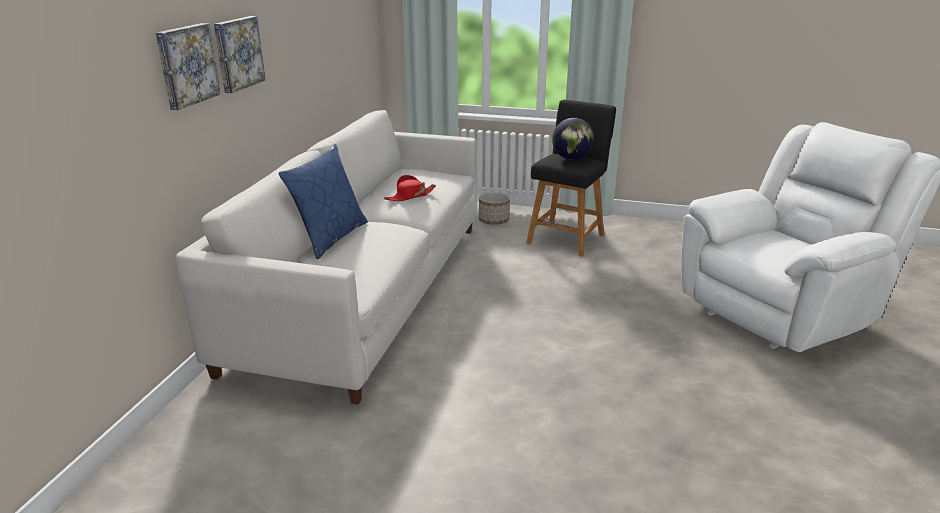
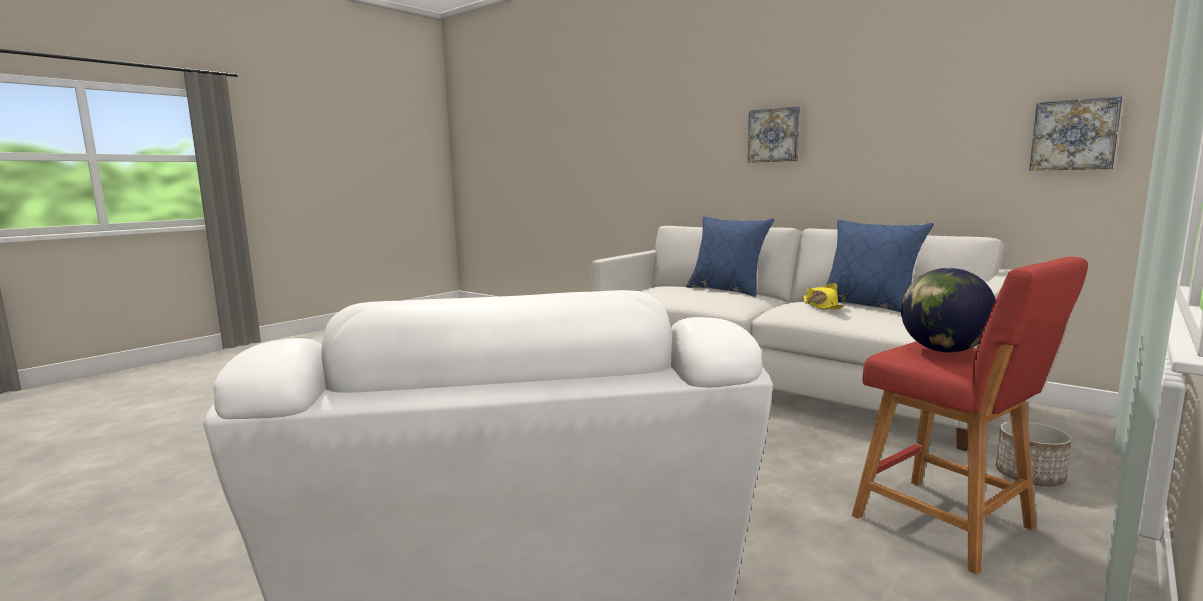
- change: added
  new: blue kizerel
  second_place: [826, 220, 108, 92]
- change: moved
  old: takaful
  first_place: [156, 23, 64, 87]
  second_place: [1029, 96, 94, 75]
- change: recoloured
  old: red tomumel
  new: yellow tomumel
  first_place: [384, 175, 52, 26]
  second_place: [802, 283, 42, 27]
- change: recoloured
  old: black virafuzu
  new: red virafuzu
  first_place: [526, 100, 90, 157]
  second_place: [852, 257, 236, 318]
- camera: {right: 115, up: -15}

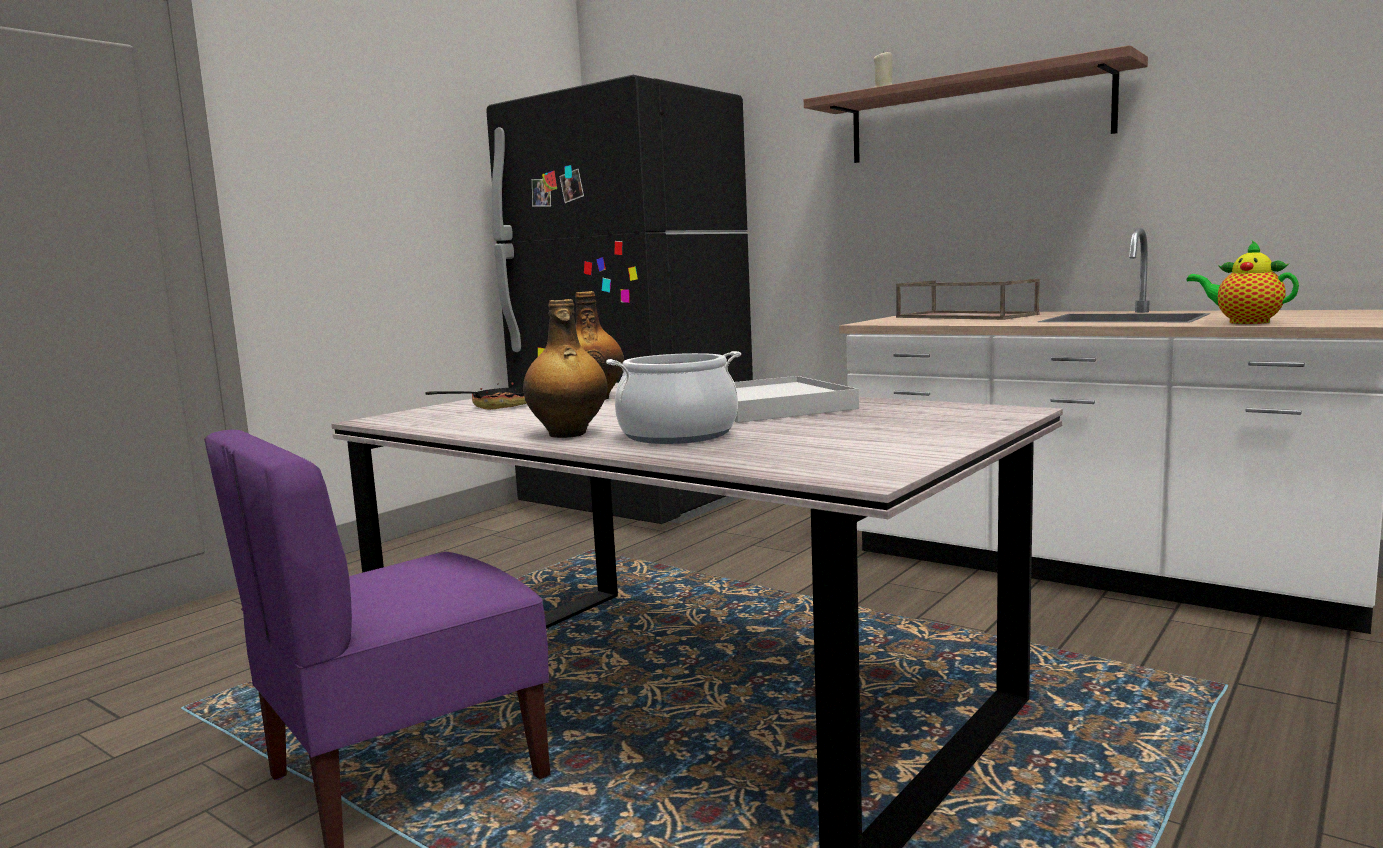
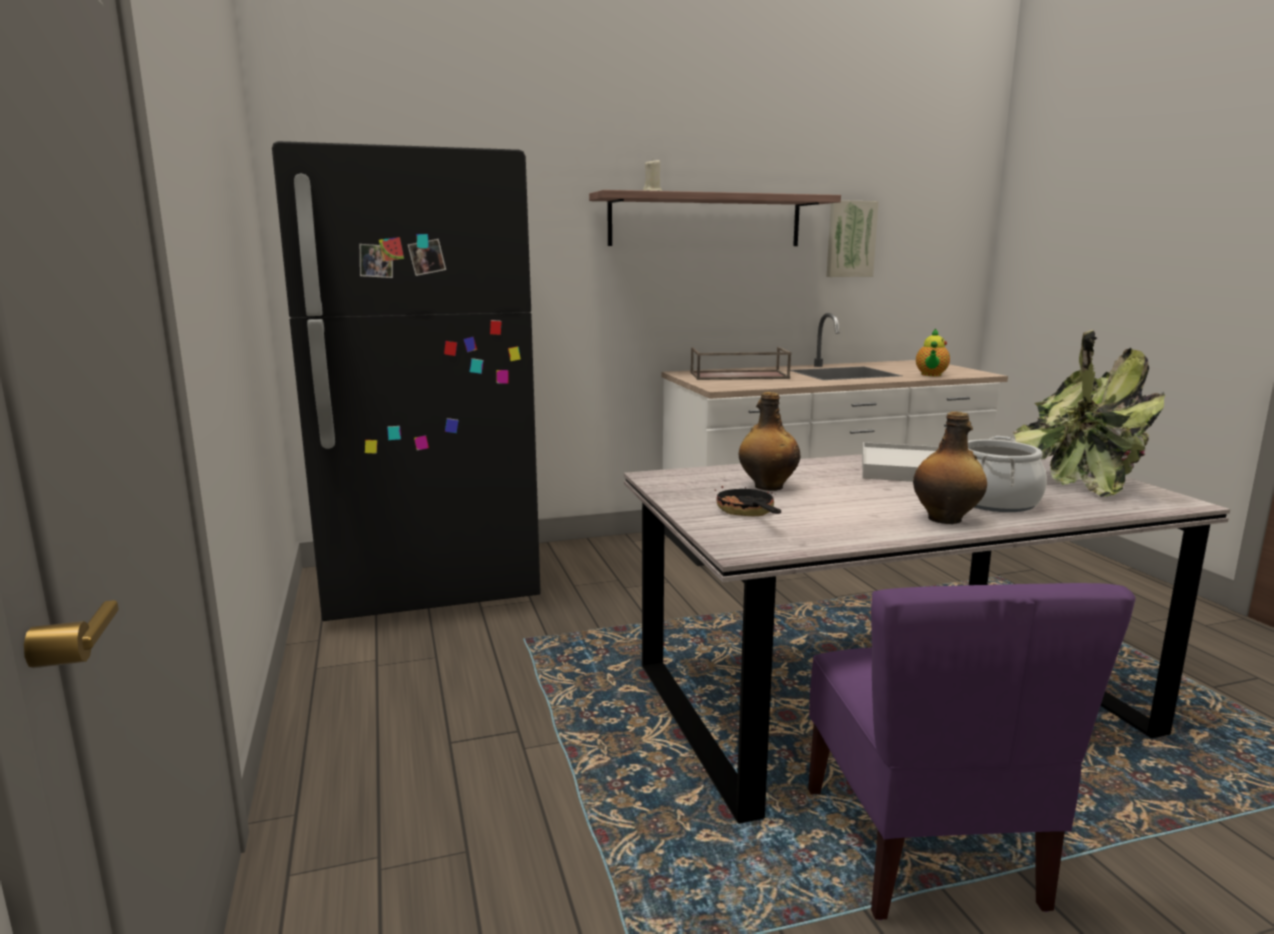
- change: added
  new: takaful
  second_place: [827, 200, 52, 77]
- change: added
  new: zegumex
  second_place: [1013, 330, 152, 167]
- change: turned
  old: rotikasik
  first_place: [1187, 240, 112, 84]
  second_place: [916, 328, 34, 48]
  degrees: -60
- camera: {right: -55, up: 5}

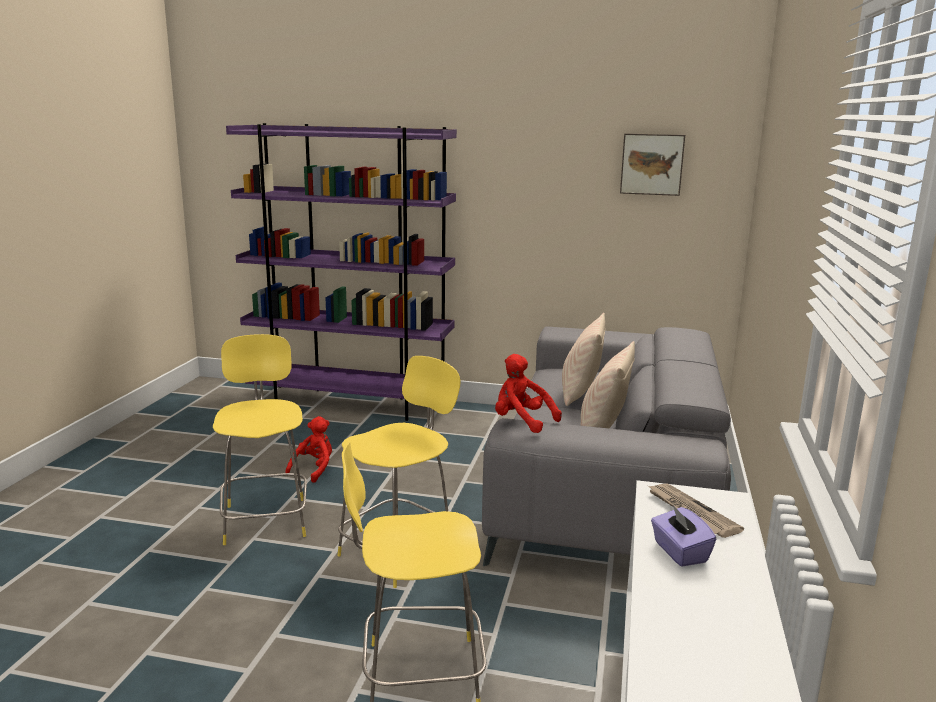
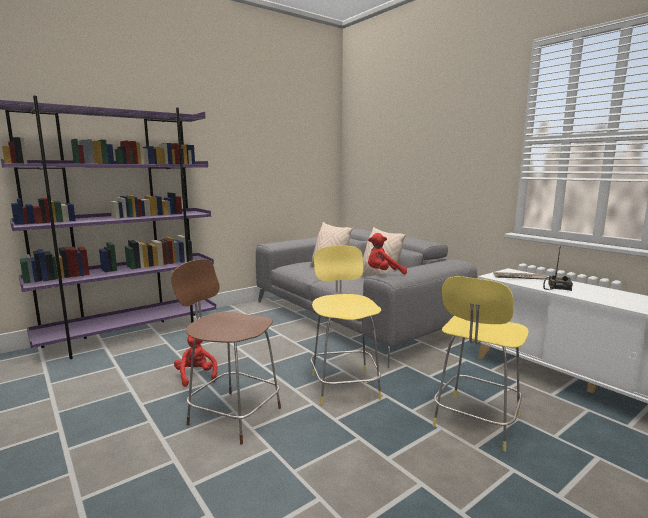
- change: removed
  old: takaful
  first_place: [620, 133, 65, 63]
- change: replaced
  old: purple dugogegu
  new: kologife
  first_place: [651, 505, 65, 62]
  second_place: [543, 245, 30, 46]
- change: recoloured
  old: yellow virafuzu
  new: brown virafuzu
  first_place: [213, 334, 94, 211]
  second_place: [171, 259, 110, 186]
- camera: {right: -50, up: -5}

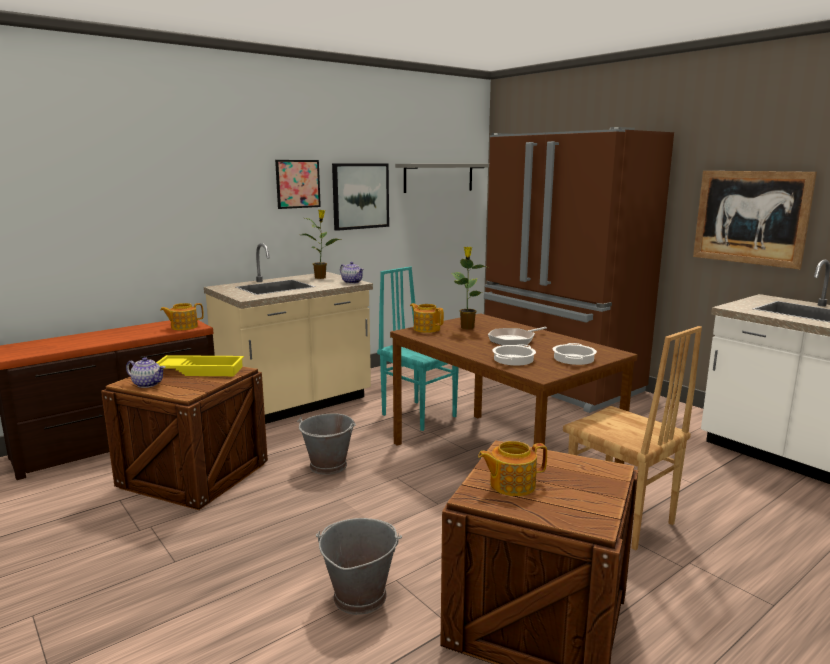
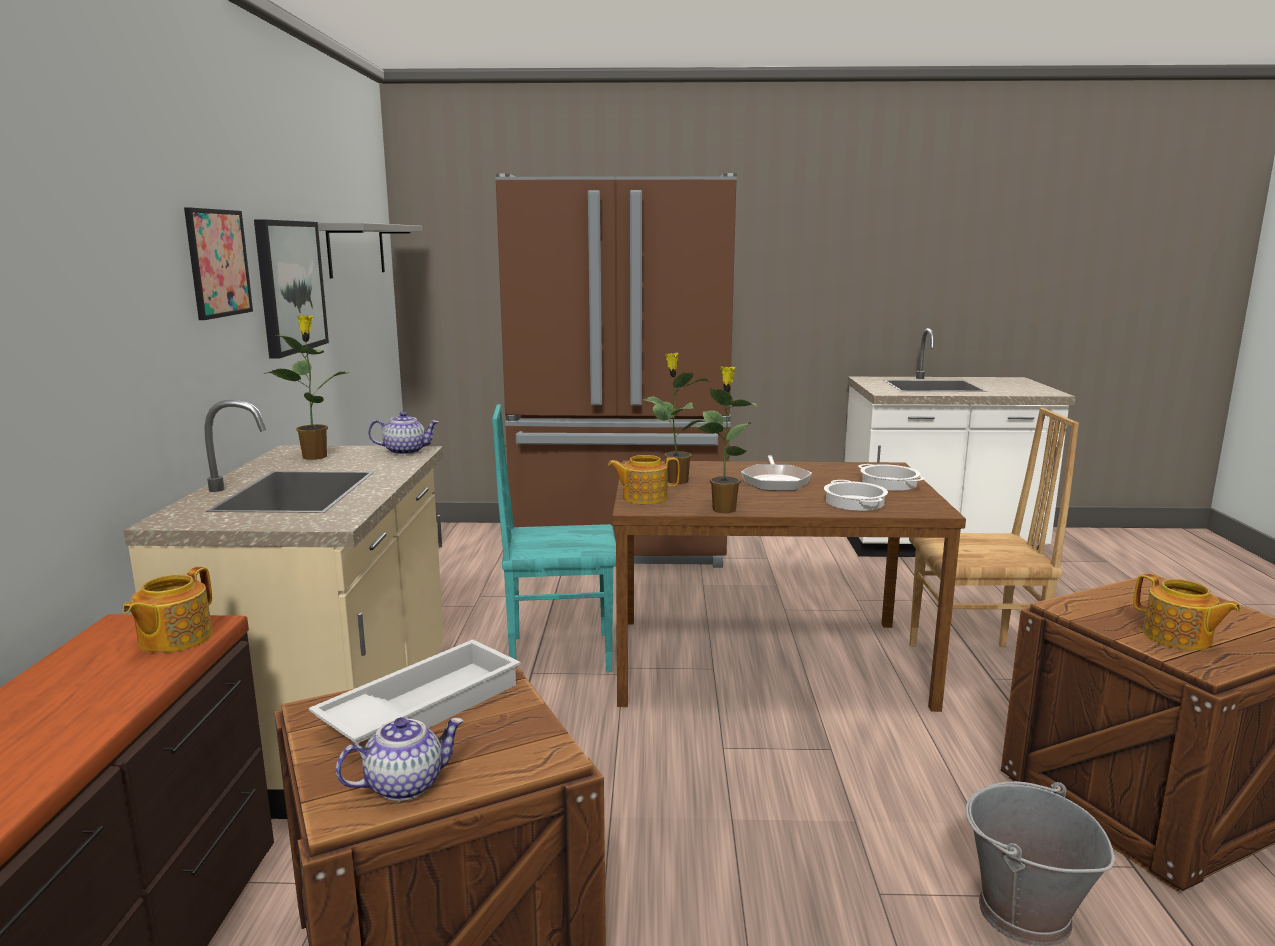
- change: removed
  old: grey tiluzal
  first_place: [297, 413, 59, 62]
- change: removed
  old: takaful
  first_place: [693, 171, 124, 98]
- change: added
  new: zegumex
  second_place: [697, 366, 60, 147]
- change: recoloured
  old: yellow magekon
  new: white magekon
  first_place: [156, 355, 88, 21]
  second_place: [309, 639, 212, 105]
- change: turned
  old: rotikasik
  first_place: [478, 441, 69, 55]
  second_place: [1133, 573, 108, 77]
  degrees: -60
- camera: {right: -50, up: 0}

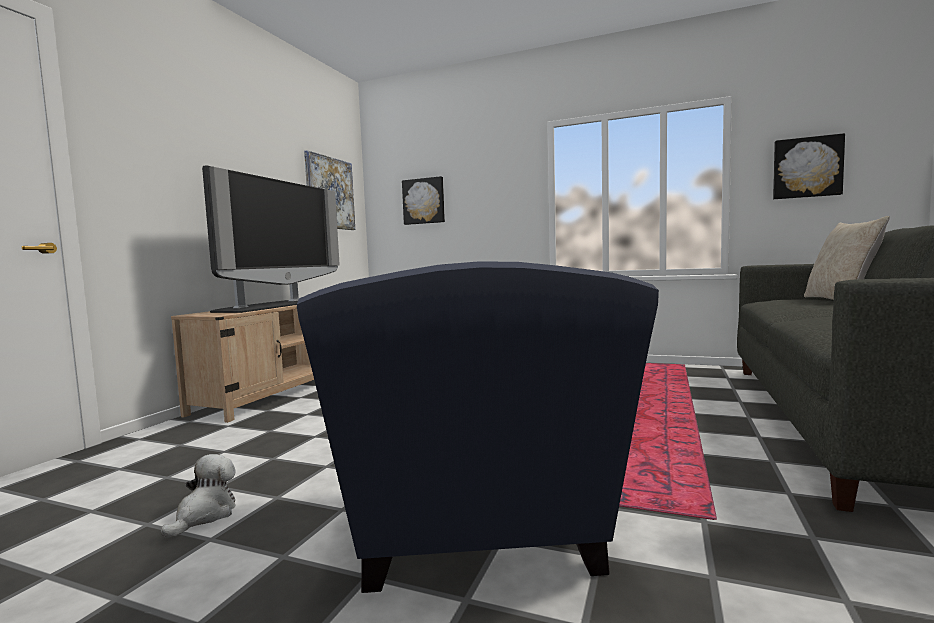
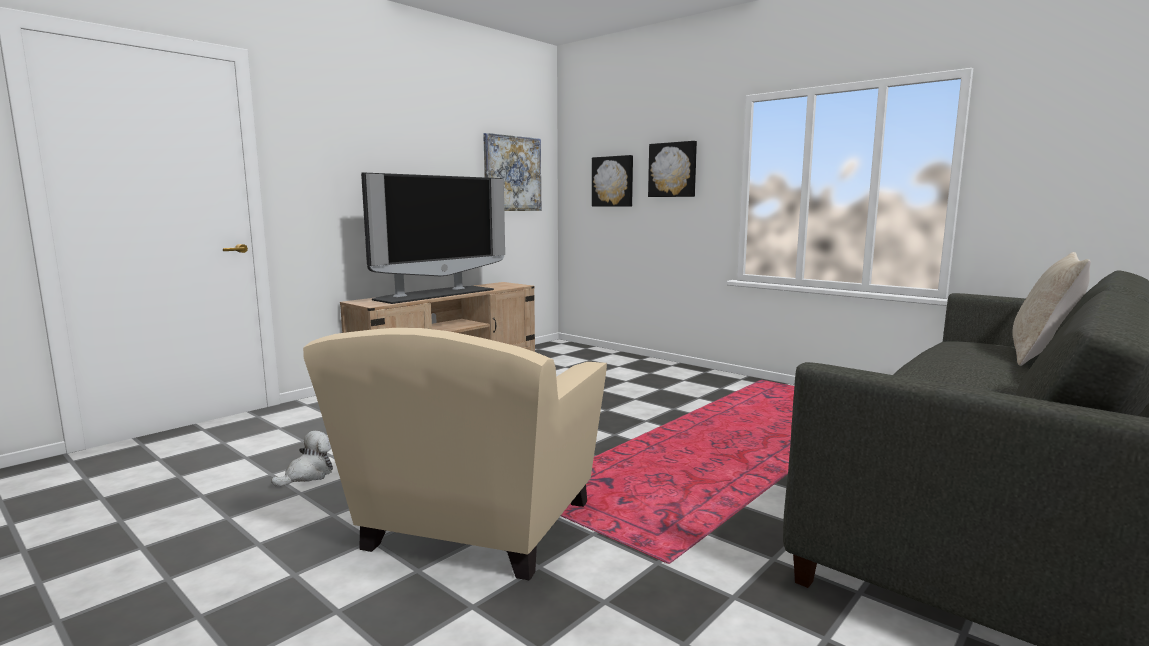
- change: moved
  old: takaful
  first_place: [773, 133, 72, 66]
  second_place: [648, 141, 49, 56]
- change: recoloured
  old: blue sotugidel
  new: beige sotugidel
  first_place: [296, 261, 363, 332]
  second_place: [303, 328, 304, 253]
- camera: {right: 20, up: 5}

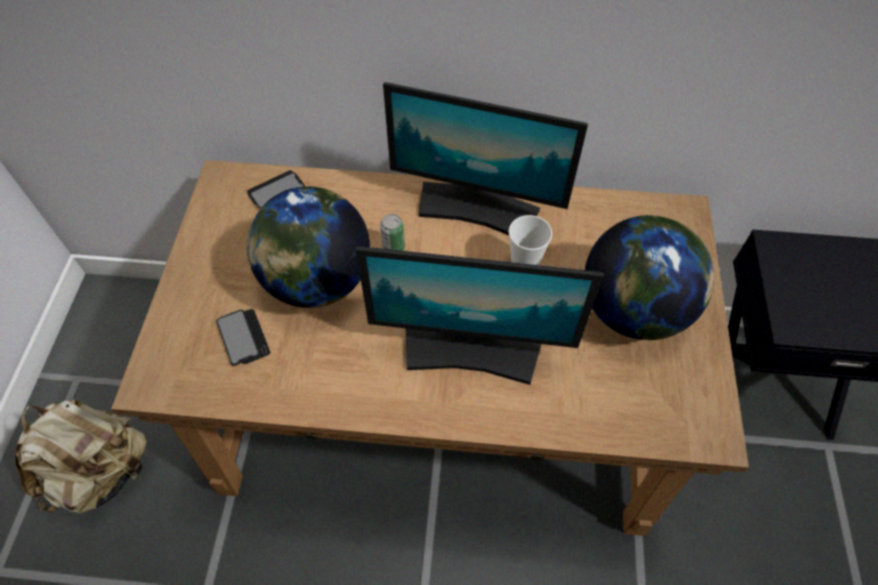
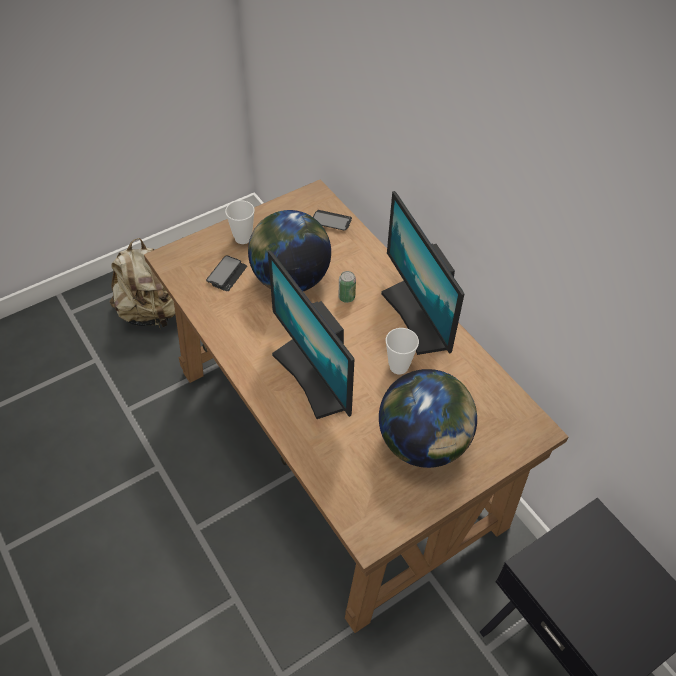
- change: added
  new: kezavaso
  second_place: [225, 200, 30, 44]
- camera: {right: 50, up: -5}

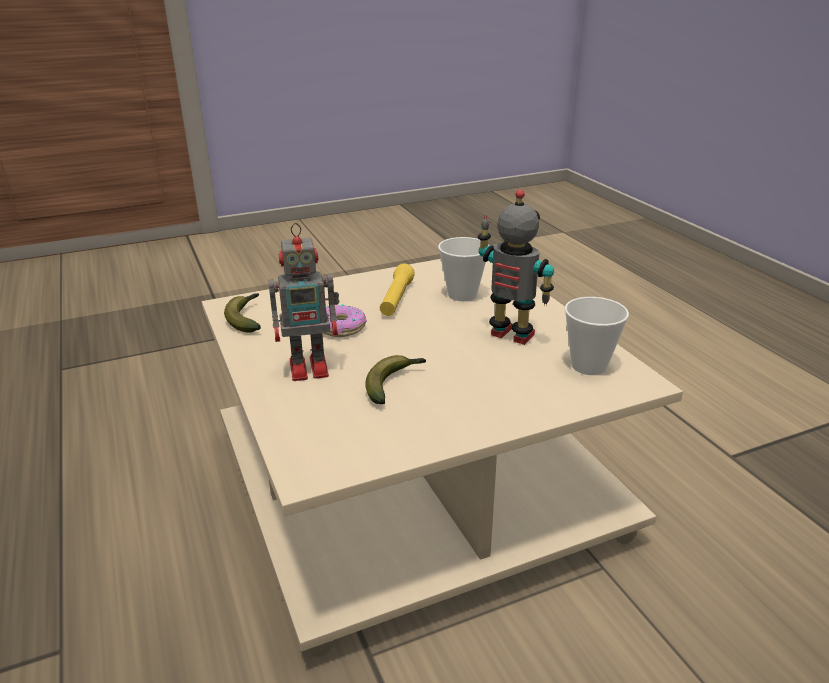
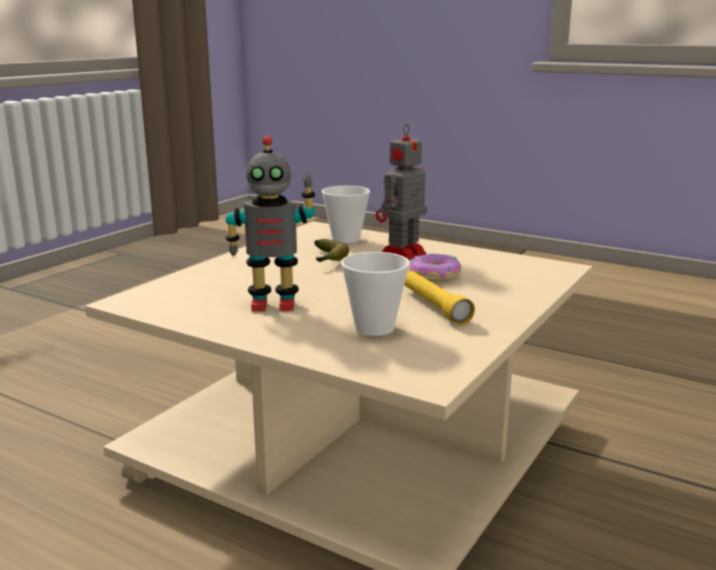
- change: removed
  old: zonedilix
  first_place: [224, 293, 37, 40]
- change: moved
  old: kezavaso
  first_place: [565, 297, 64, 78]
  second_place: [322, 186, 48, 57]
- camera: {right: 145, up: -10}

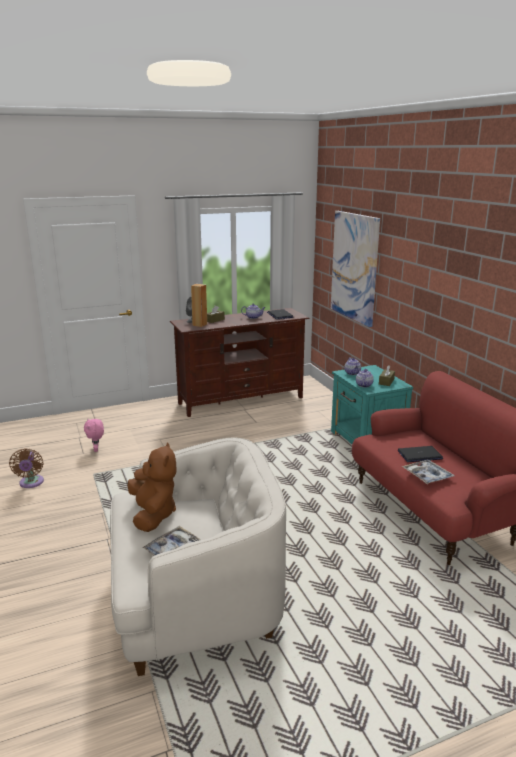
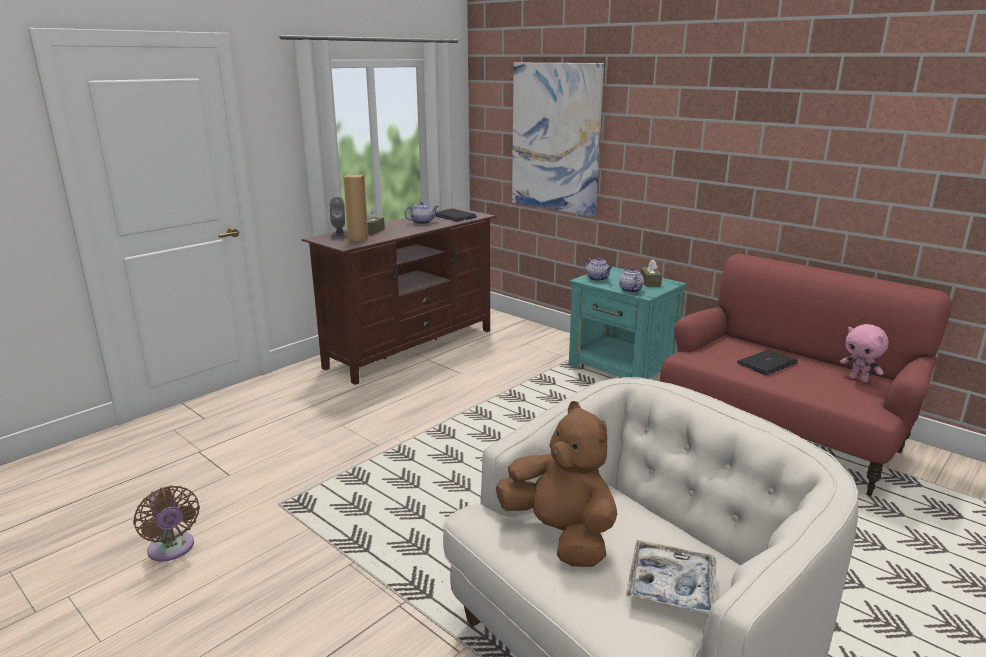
- change: removed
  old: magekon
  first_place: [402, 460, 53, 24]
- change: moved
  old: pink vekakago
  first_place: [84, 419, 20, 33]
  second_place: [840, 324, 49, 59]
- camera: {right: -25, up: 0}

